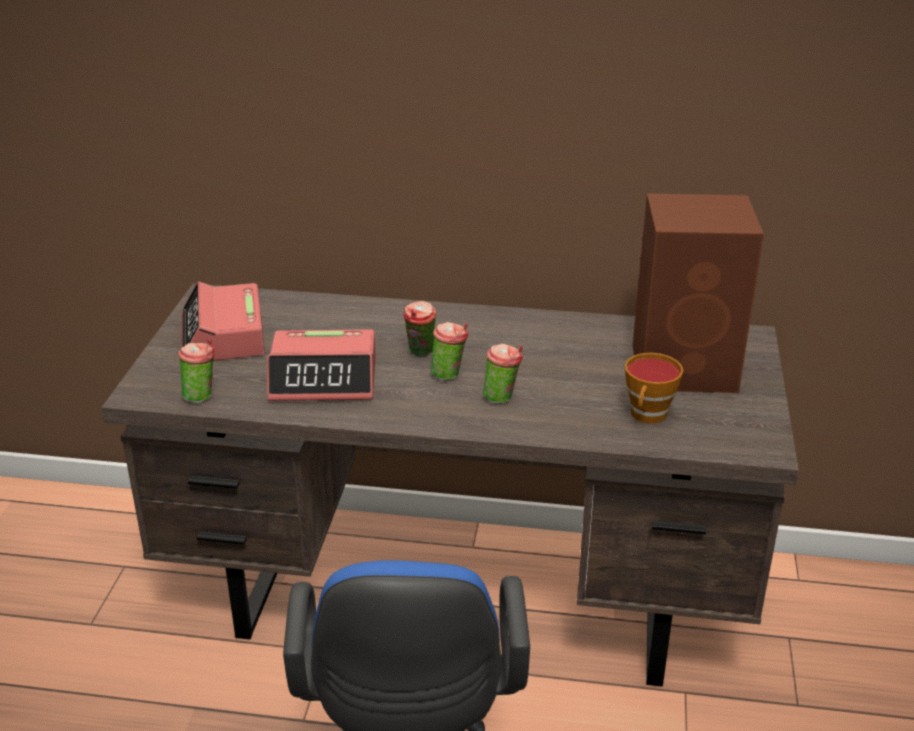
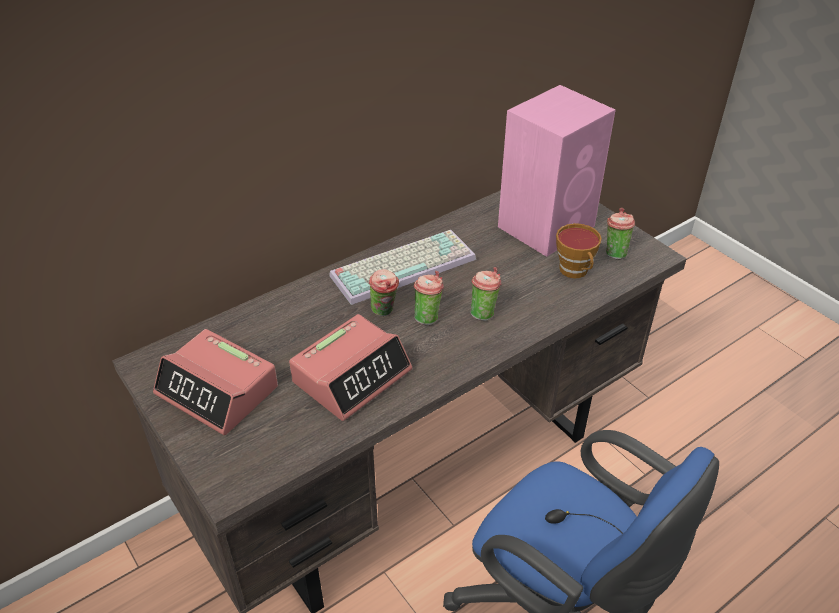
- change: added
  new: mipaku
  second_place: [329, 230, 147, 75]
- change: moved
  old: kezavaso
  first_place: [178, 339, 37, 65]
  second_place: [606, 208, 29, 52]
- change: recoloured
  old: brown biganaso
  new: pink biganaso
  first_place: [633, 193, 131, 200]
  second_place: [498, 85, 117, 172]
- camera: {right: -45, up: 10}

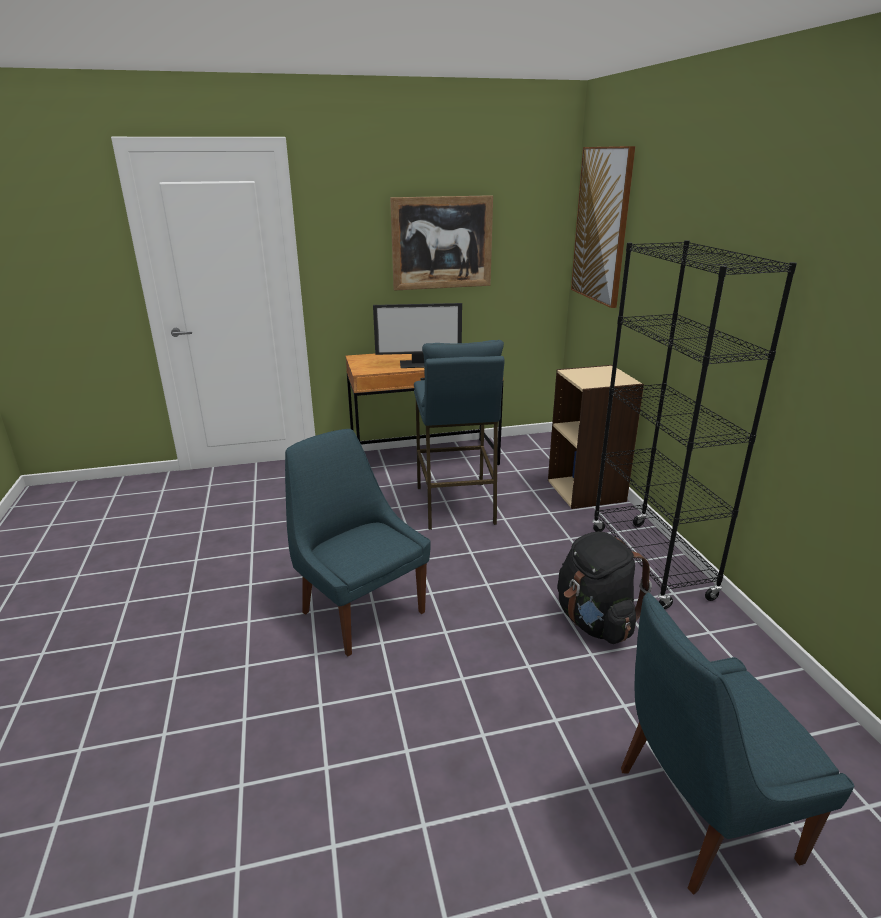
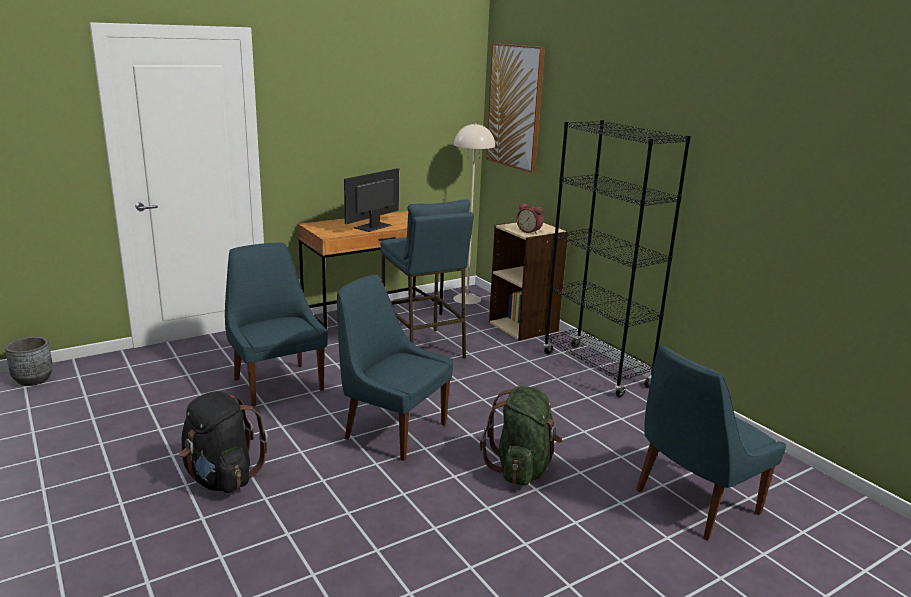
- change: removed
  old: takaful
  first_place: [390, 195, 103, 96]
- change: added
  new: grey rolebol
  second_place: [5, 336, 48, 50]
- change: added
  new: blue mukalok
  second_place: [225, 243, 103, 164]
- change: added
  new: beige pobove
  second_place: [453, 123, 42, 181]
- change: added
  new: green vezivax
  second_place: [479, 386, 83, 99]
- change: added
  new: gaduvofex
  second_place: [516, 203, 27, 31]
- change: moved
  old: black vezivax
  first_place: [557, 532, 95, 112]
  second_place: [179, 391, 89, 102]
- change: turned
  old: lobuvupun
  first_place: [373, 303, 89, 65]
  second_place: [344, 168, 55, 64]
  degrees: 150
- camera: {right: -20, up: -5}

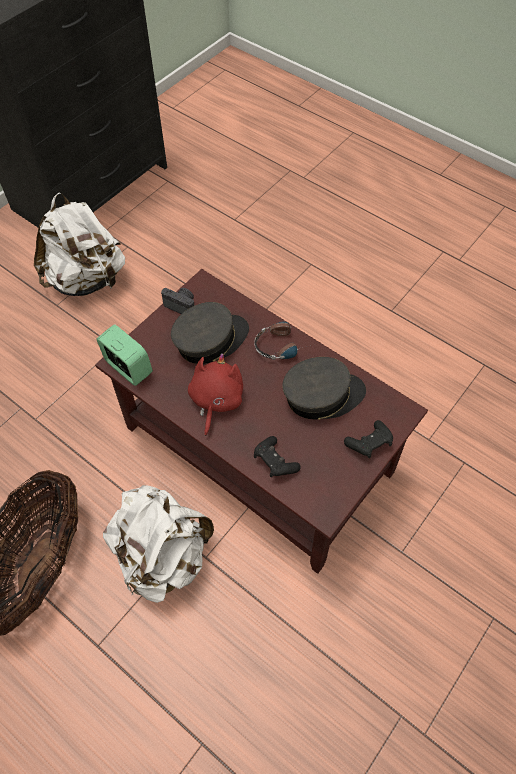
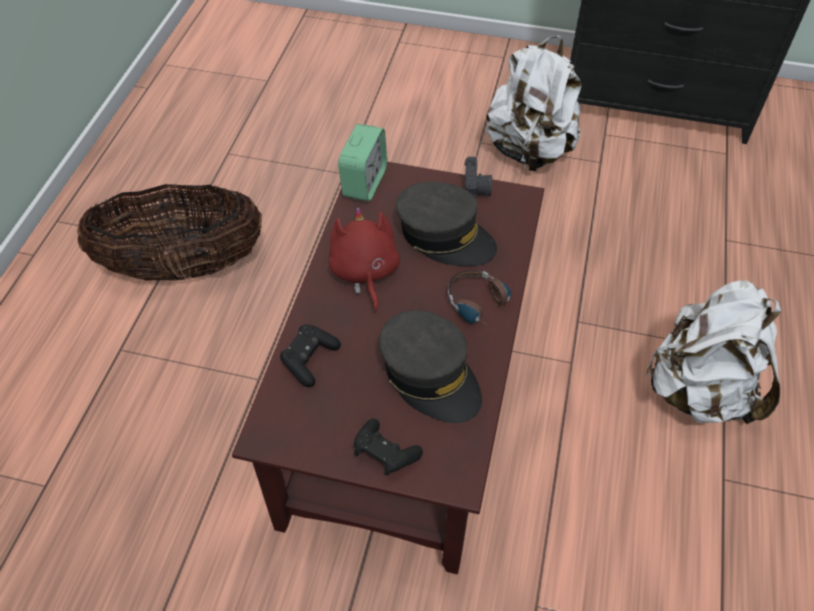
- change: moved
  old: white vezivax
  first_place: [103, 485, 111, 118]
  second_place: [644, 280, 137, 144]
- change: turned
  old: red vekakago
  first_place: [188, 353, 55, 83]
  second_place: [329, 208, 71, 104]
  degrees: -90
- camera: {right: 65, up: -5}

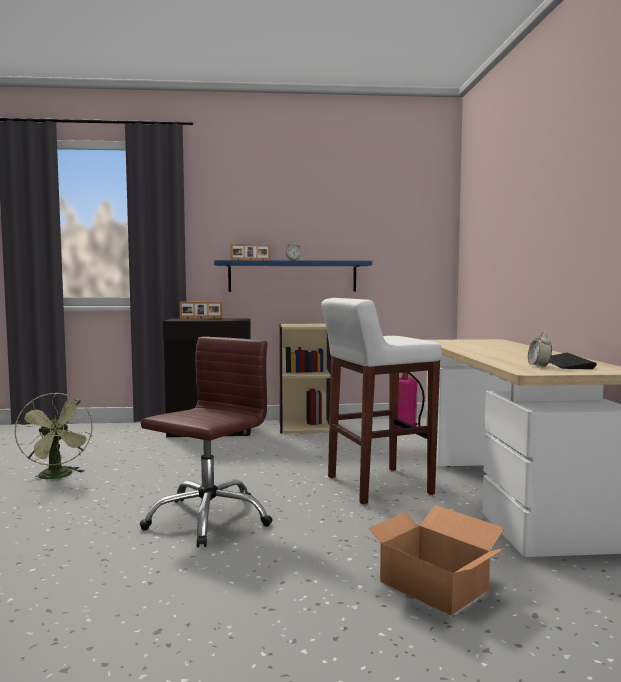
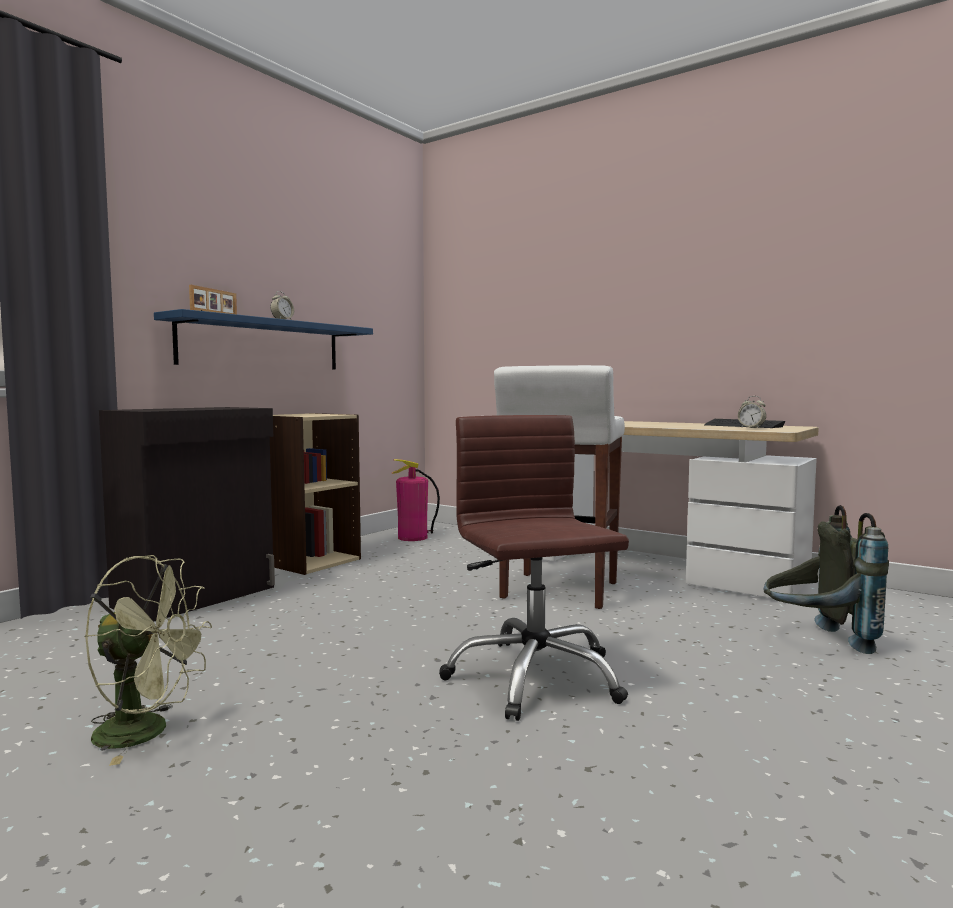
- change: removed
  old: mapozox
  first_place: [180, 302, 42, 17]
- change: replaced
  old: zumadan
  new: grey vezivax
  first_place: [364, 505, 143, 110]
  second_place: [763, 505, 126, 149]
- camera: {right: -50, up: 0}

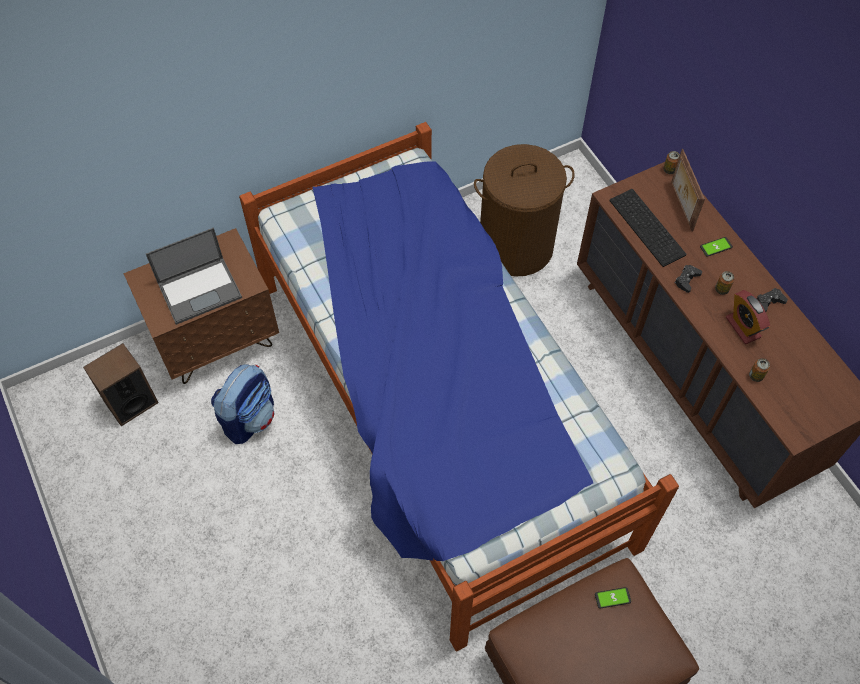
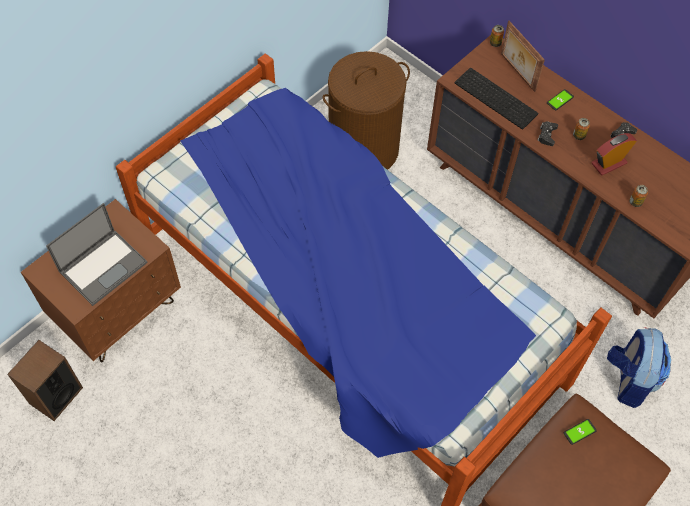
- change: moved
  old: vezivax
  first_place: [211, 364, 63, 80]
  second_place: [607, 327, 64, 81]
- change: turned
  old: gaduvofex
  first_place: [726, 290, 44, 54]
  second_place: [591, 133, 46, 42]
  degrees: 105
- camera: {right: -20, up: 0}

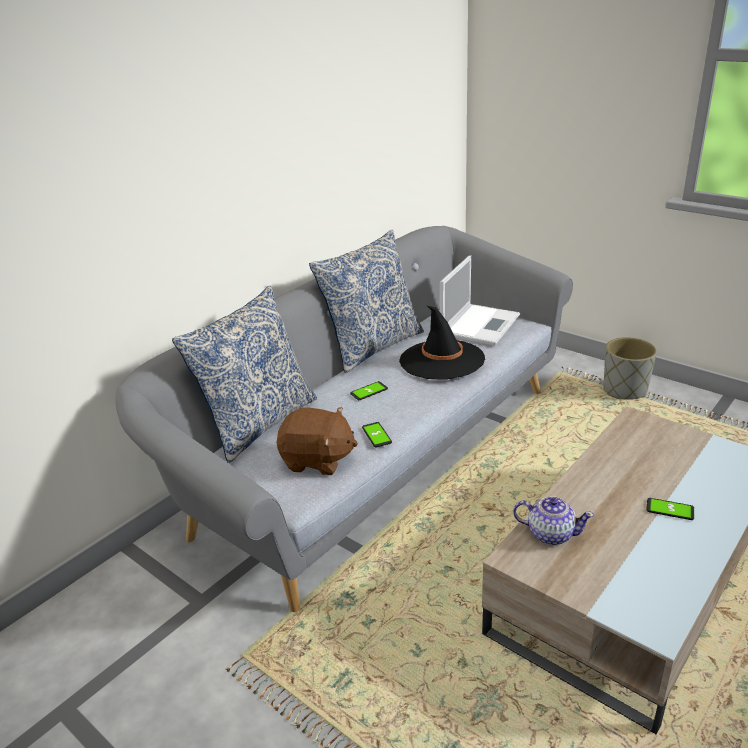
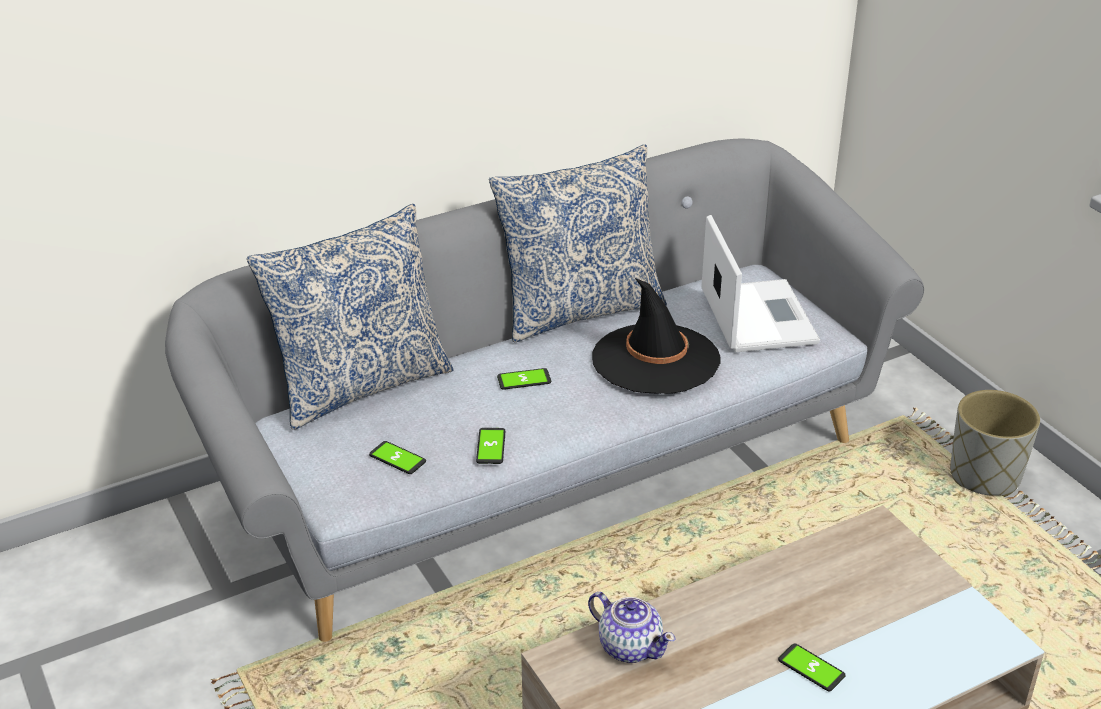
- change: replaced
  old: brown vekakago
  new: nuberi
  first_place: [276, 407, 82, 68]
  second_place: [369, 441, 57, 33]
- change: turned
  old: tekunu
  first_place: [440, 255, 80, 91]
  second_place: [702, 215, 118, 138]
  degrees: -60
- camera: {right: 20, up: 5}

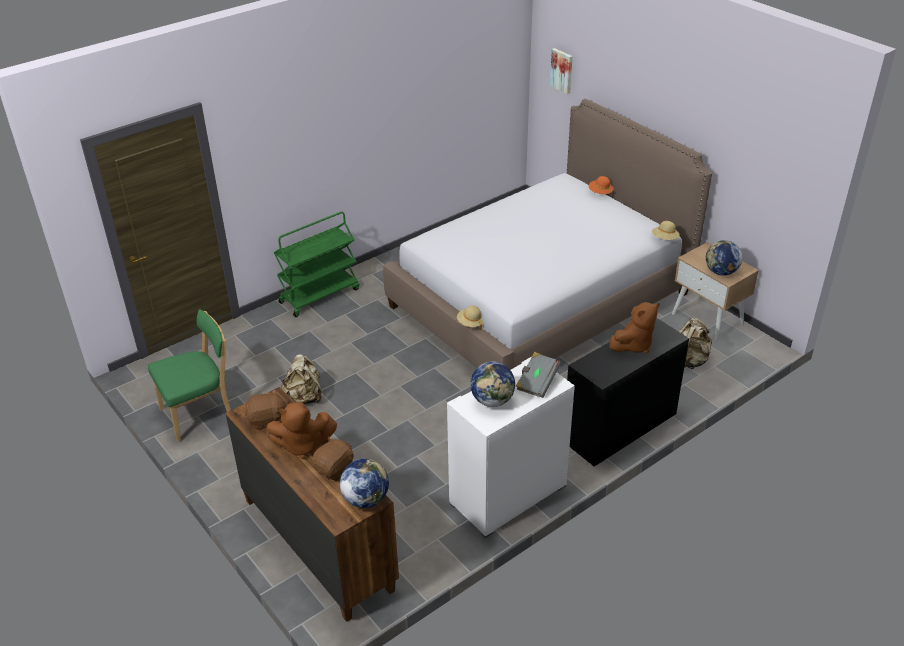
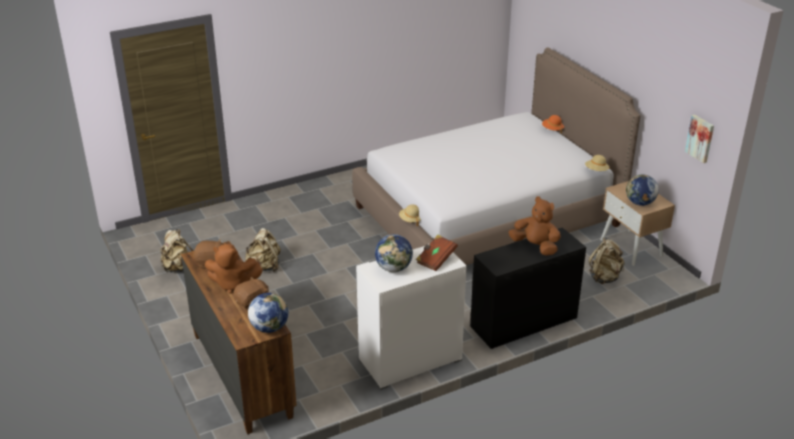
- change: removed
  old: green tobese
  first_place: [274, 212, 85, 105]
- change: moved
  old: takaful
  first_place: [550, 48, 22, 46]
  second_place: [685, 114, 29, 49]
- change: replaced
  old: green mukalok
  new: beige vezivax
  first_place: [148, 309, 83, 133]
  second_place: [160, 229, 33, 44]
- change: recoloured
  old: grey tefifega
  new: brown tefifega
  first_place: [516, 352, 45, 46]
  second_place: [416, 235, 42, 36]
- change: turned
  old: brown vekakago
  first_place: [609, 302, 51, 52]
  second_place: [509, 196, 52, 60]
  degrees: -120
- camera: {right: 10, up: -5}

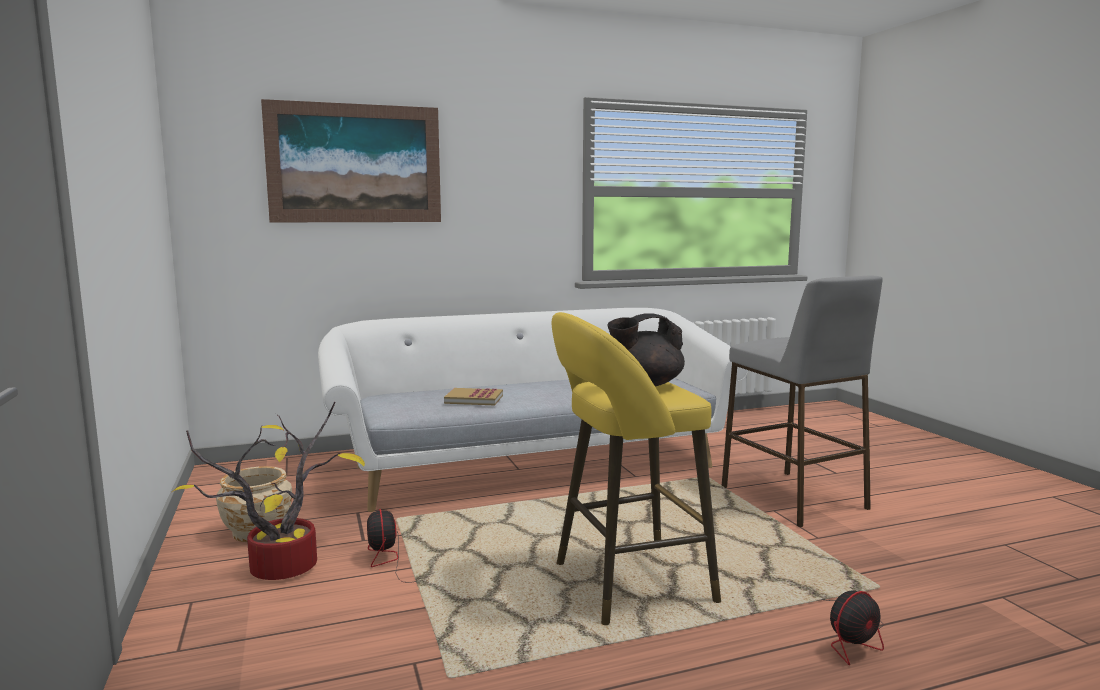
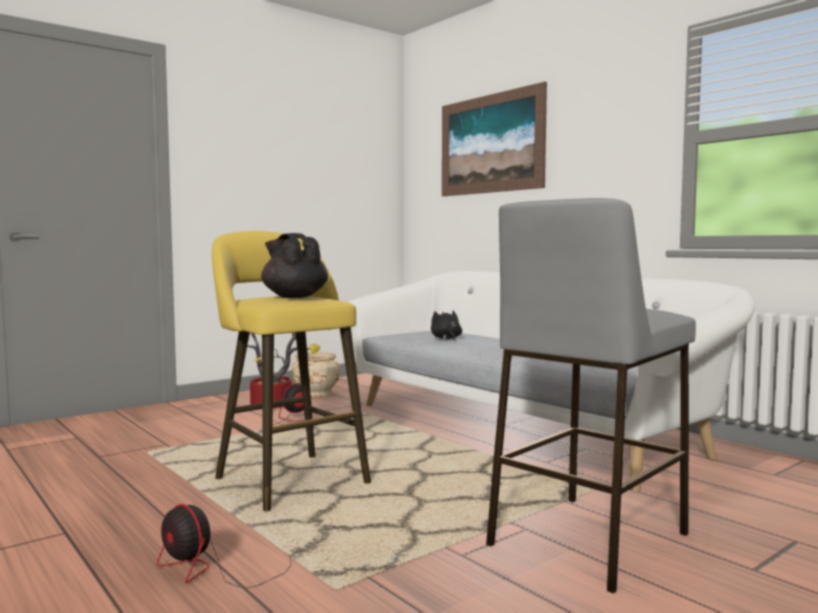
- change: replaced
  old: tefifega
  new: black vekakago
  first_place: [444, 388, 59, 17]
  second_place: [431, 311, 31, 29]
- camera: {right: 70, up: -5}

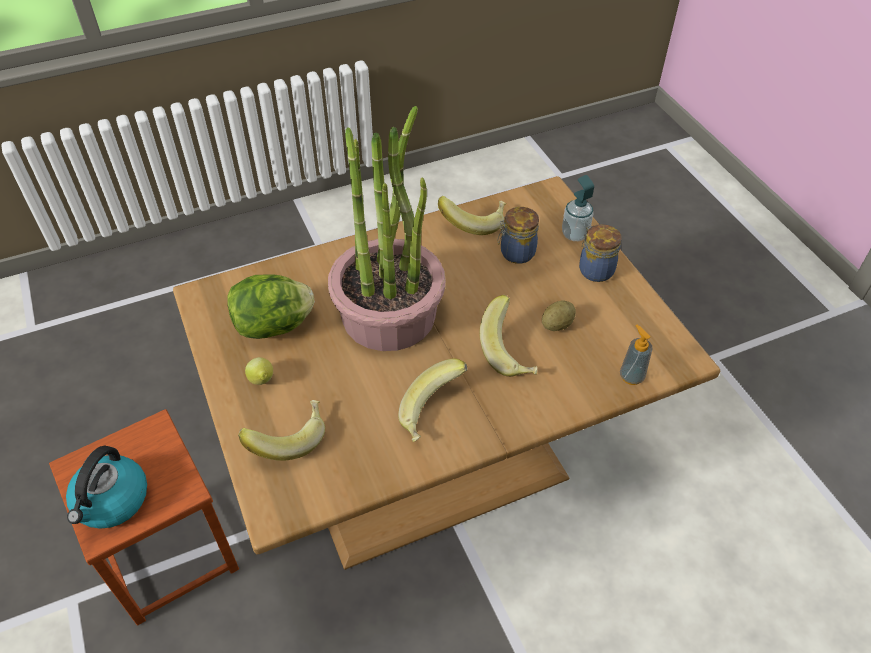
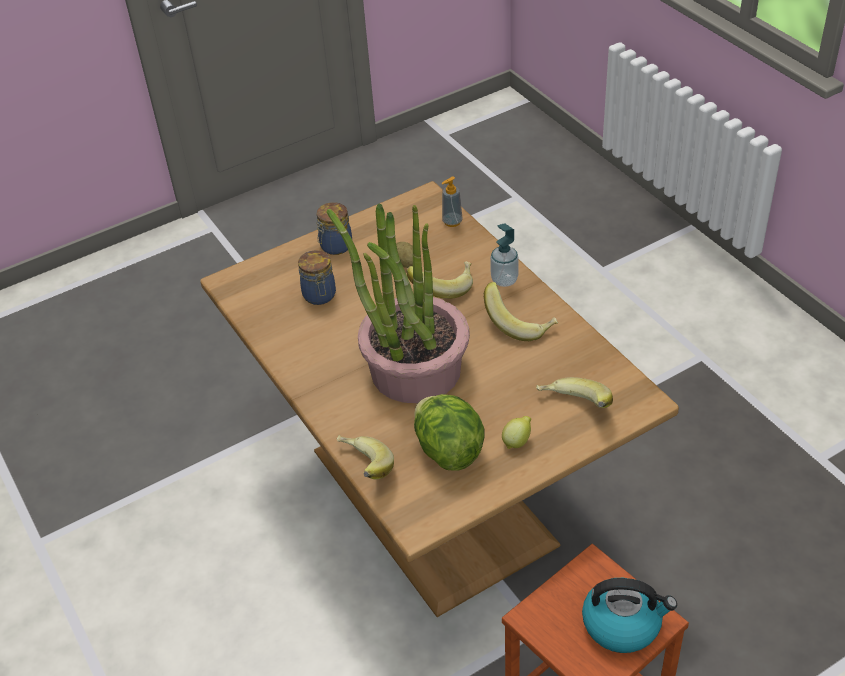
- change: moved
  old: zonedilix
  first_place: [438, 196, 68, 39]
  second_place: [337, 435, 57, 45]
- change: moved
  old: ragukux
  first_place: [562, 175, 32, 66]
  second_place: [490, 223, 29, 64]
- camera: {right: -95, up: -5}

